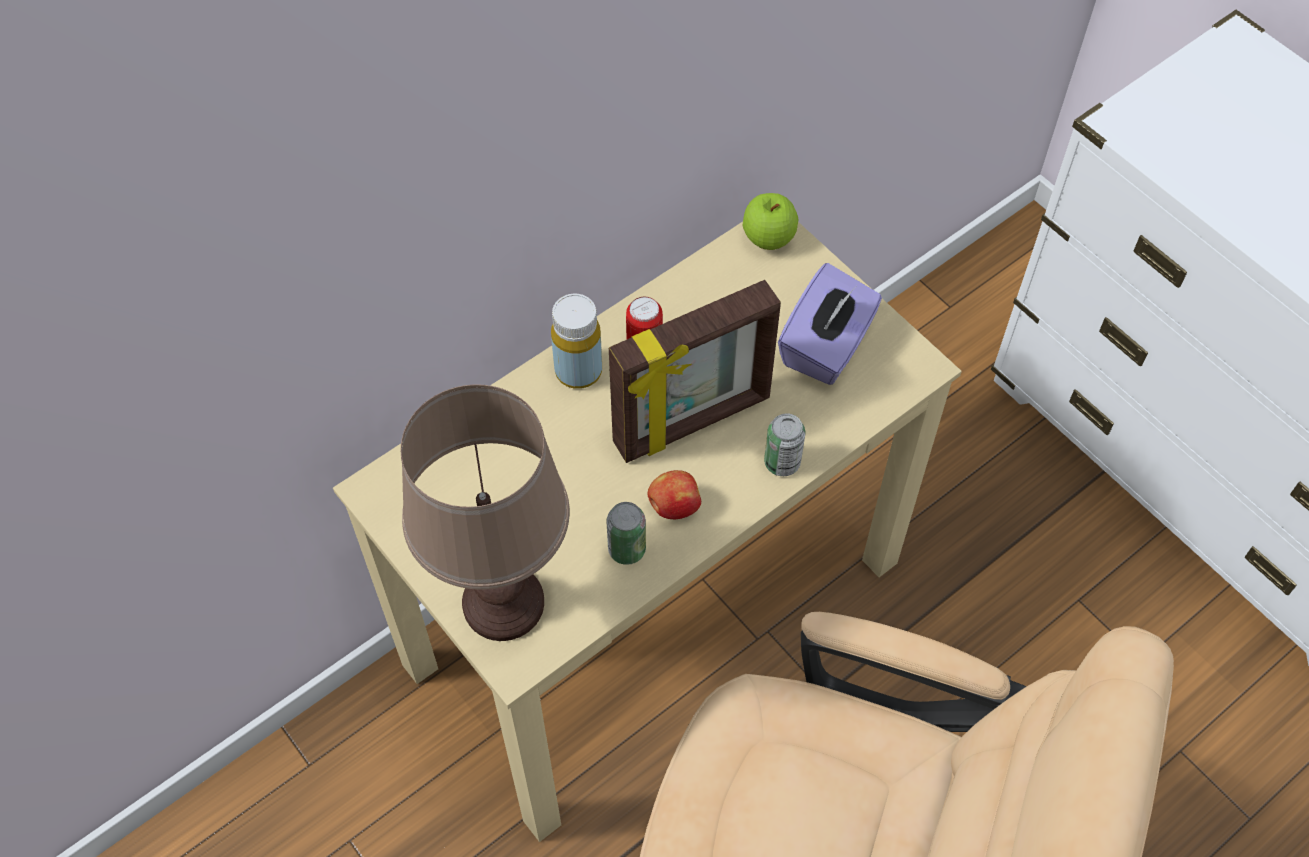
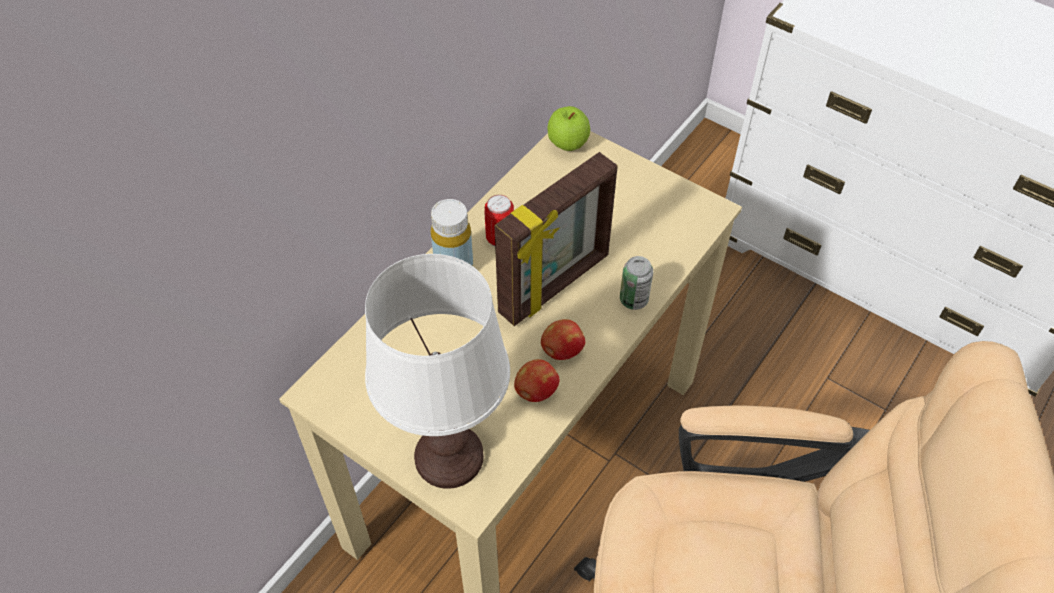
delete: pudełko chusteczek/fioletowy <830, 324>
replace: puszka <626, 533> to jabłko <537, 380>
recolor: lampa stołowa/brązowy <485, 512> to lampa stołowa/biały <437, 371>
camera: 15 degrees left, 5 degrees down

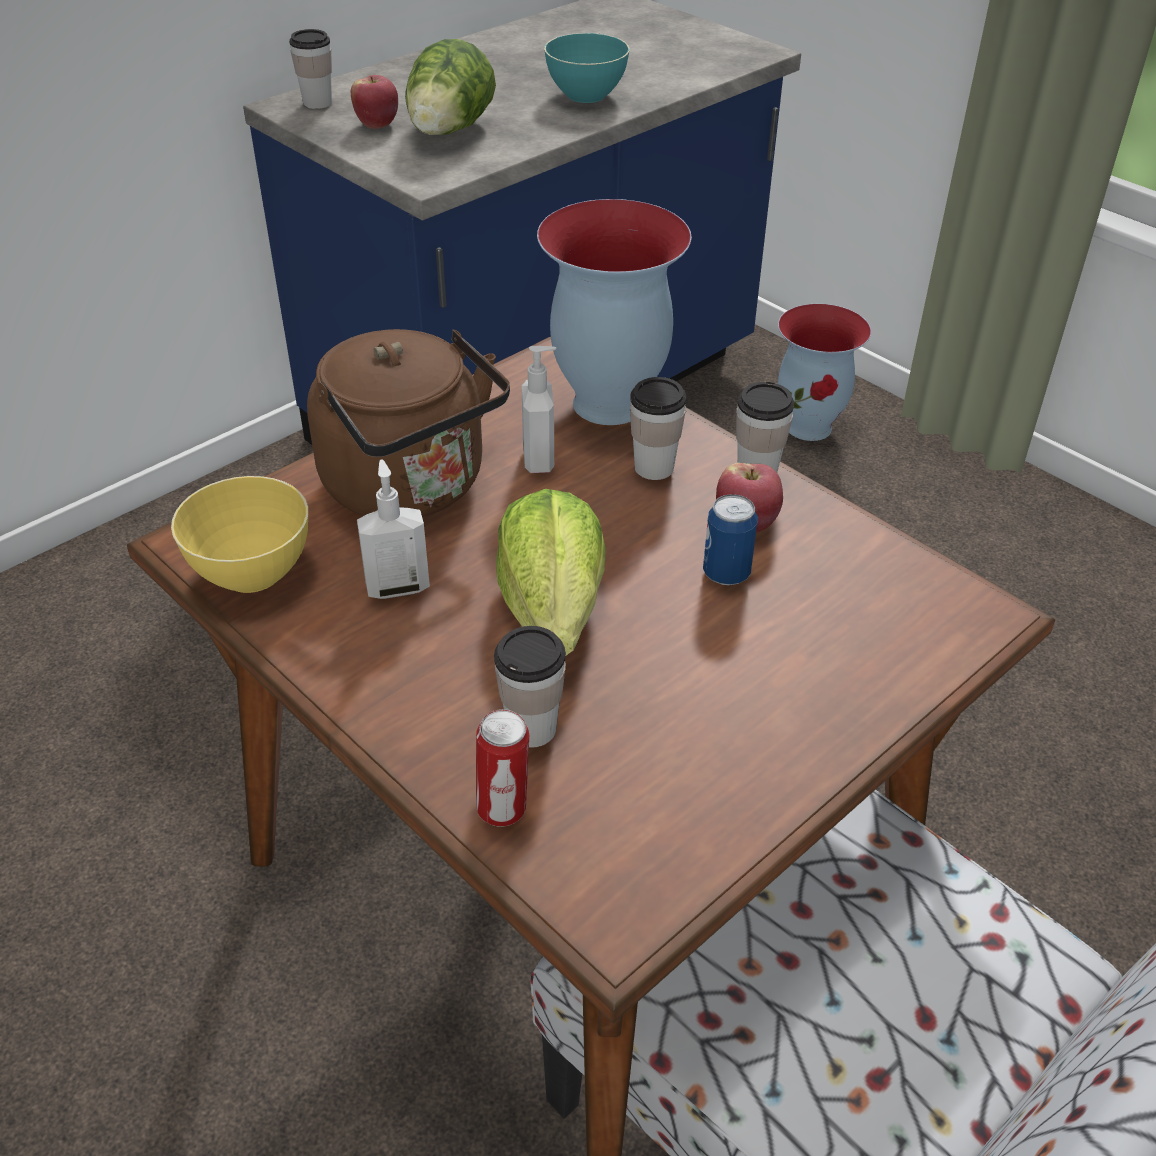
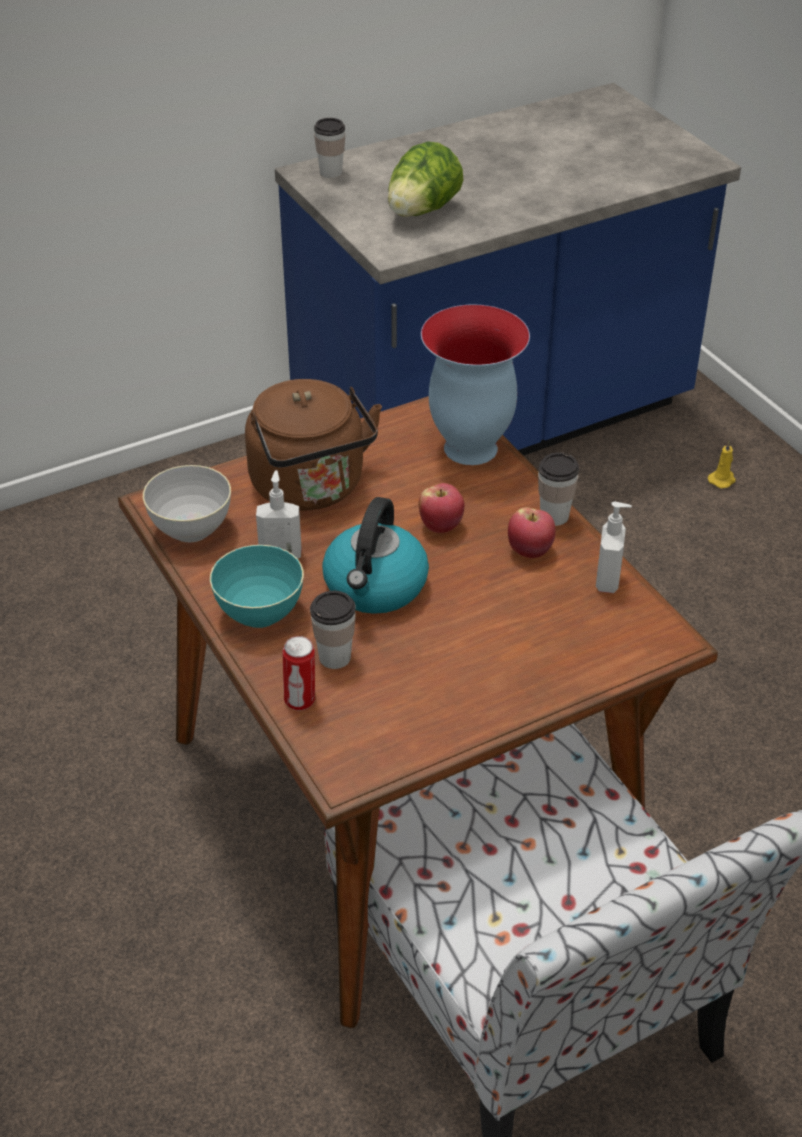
delete: filiżanka <658, 428>; puszka <730, 539>
move: miska/turkusowy <587, 68> to <257, 586>; jabłko <374, 102> to <441, 508>; dozownik mydła <539, 409> to <614, 547>
replace: wazon <824, 372> to świeca/żółty <722, 464>; sałata <551, 572> to czajnik <375, 555>
recolor: miska/żółty <239, 534> to miska/szary <187, 503>
camera: 15 degrees right, 0 degrees up

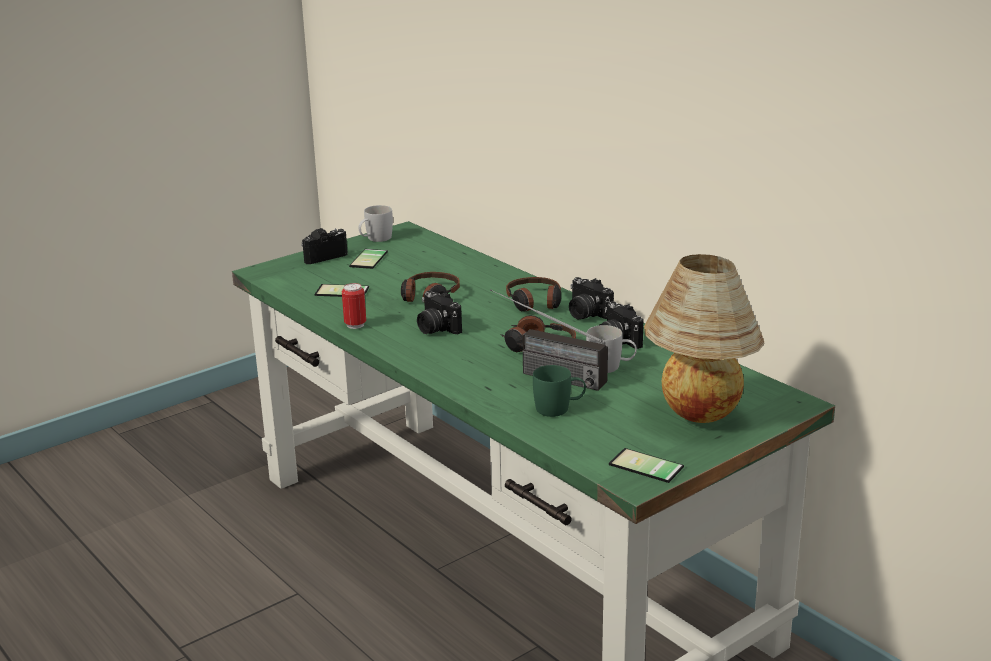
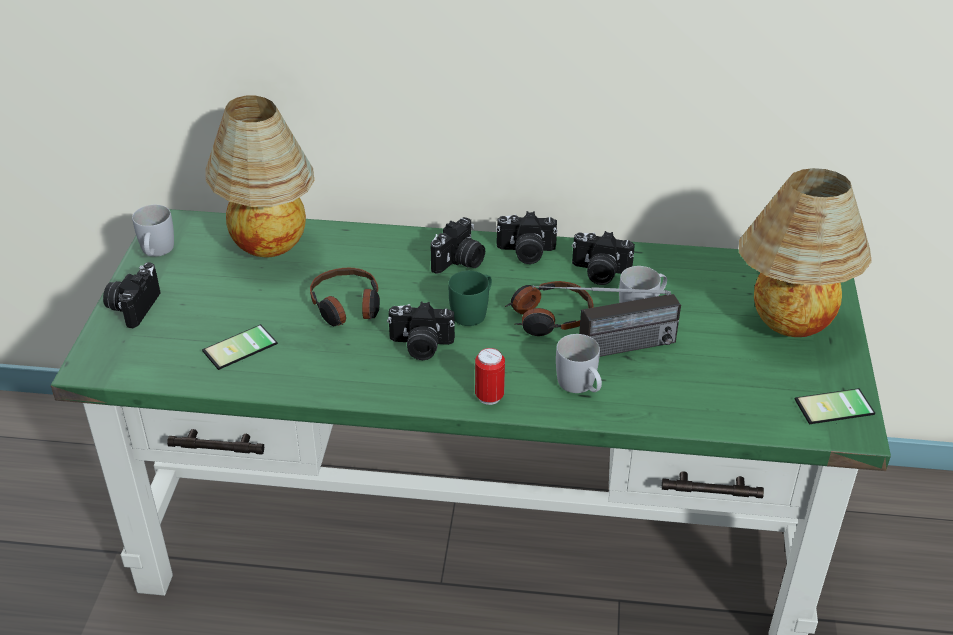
delete: telefon <368, 259>
insert: lampa stołowa <260, 176>; kubek/biały <579, 363>
move: puszka <354, 306> to <490, 376>; kubek/zielony <559, 391> to <470, 298>
replace: słuchawki <533, 294> to aparat fotograficzny <458, 245>
camera: 45 degrees left, 15 degrees up

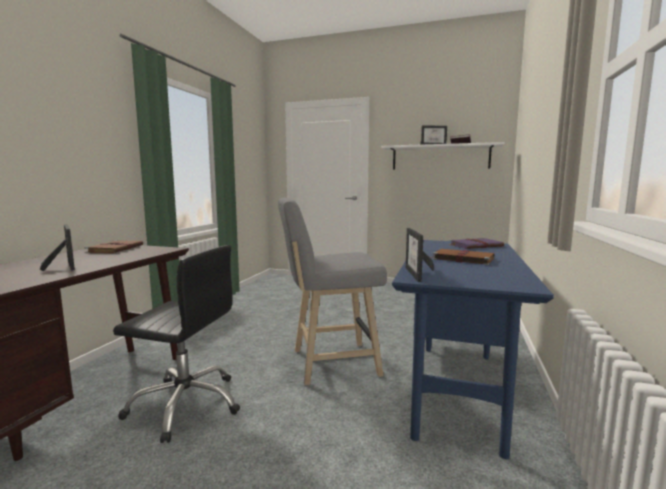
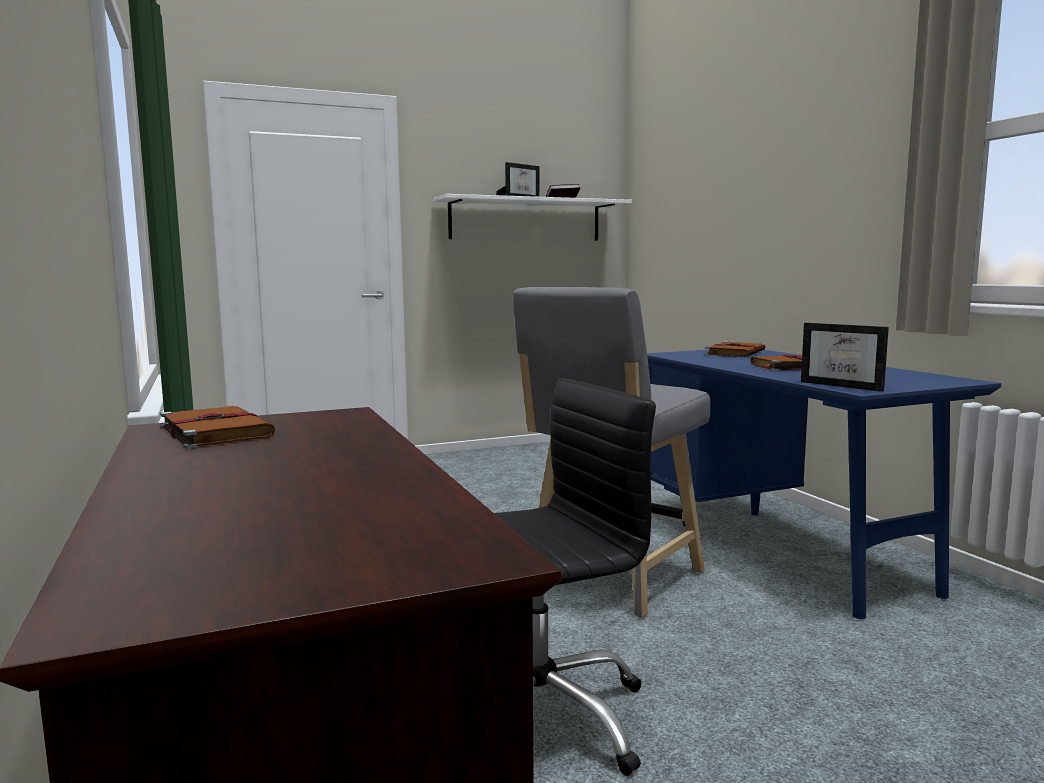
delete: ramka na zdjęcie <57, 247>
recolor: książka/fioletowy <476, 243> to książka/brązowy <735, 349>
camera: 40 degrees left, 0 degrees up

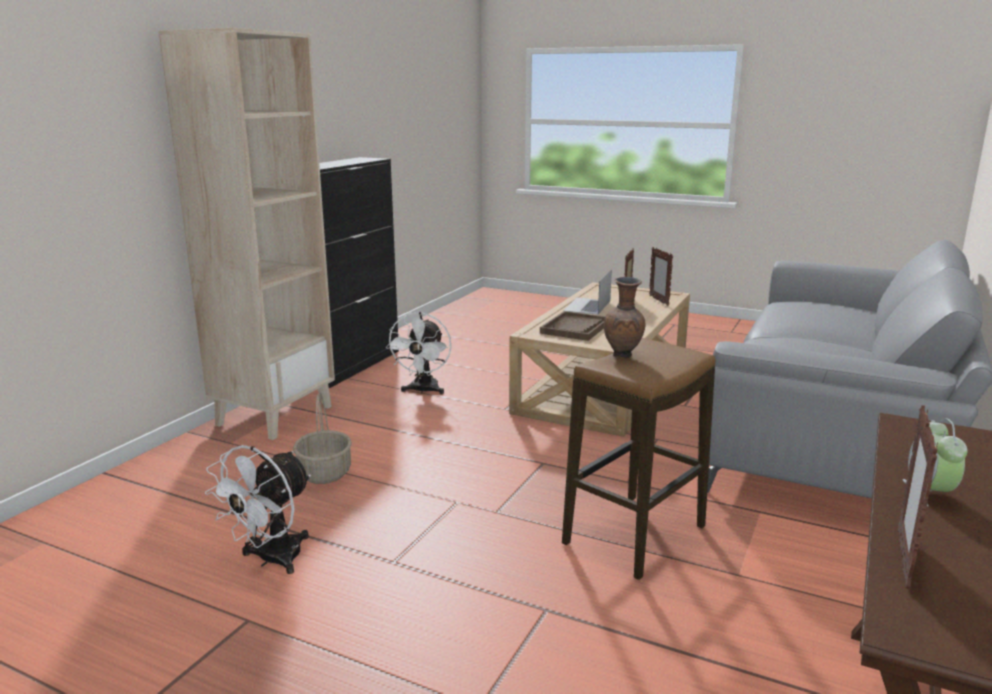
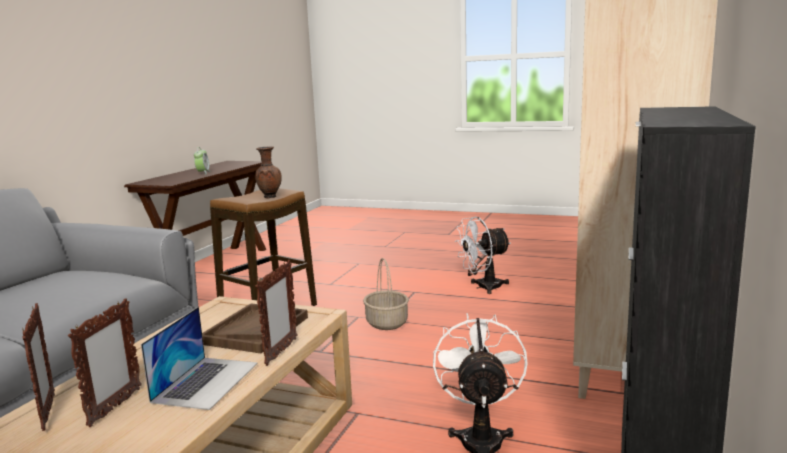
move: koszyk <322, 438> to <386, 294>; ramka na zdjęcie <918, 497> to <277, 313>
rotate: wentylator/biały <258, 509> = <483, 255> 135 degrees counterclockwise
camera: 175 degrees right, 5 degrees down

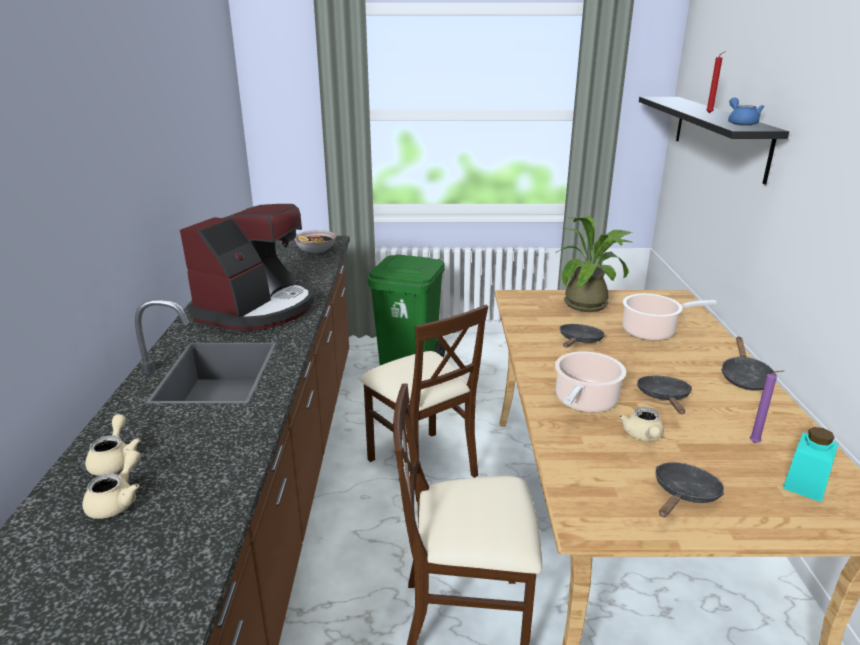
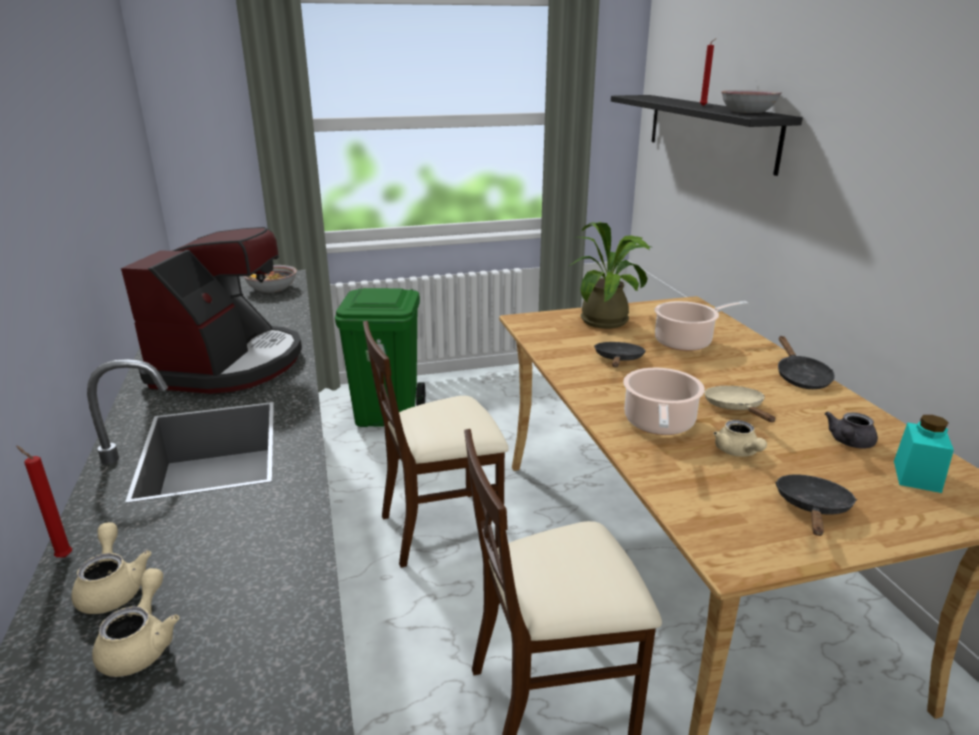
insert: świeca/czerwony <44, 502>
replace: imbryk/niebieski <746, 111> to miska <751, 101>; świeca/fioletowy <767, 406> to imbryk/szary <851, 430>
recolor: patelnia/czarny <664, 395> to patelnia/beżowy <739, 404>
rotate: krzesło/beżowy <424, 403> = <436, 444> 120 degrees clockwise
camera: 15 degrees left, 0 degrees up

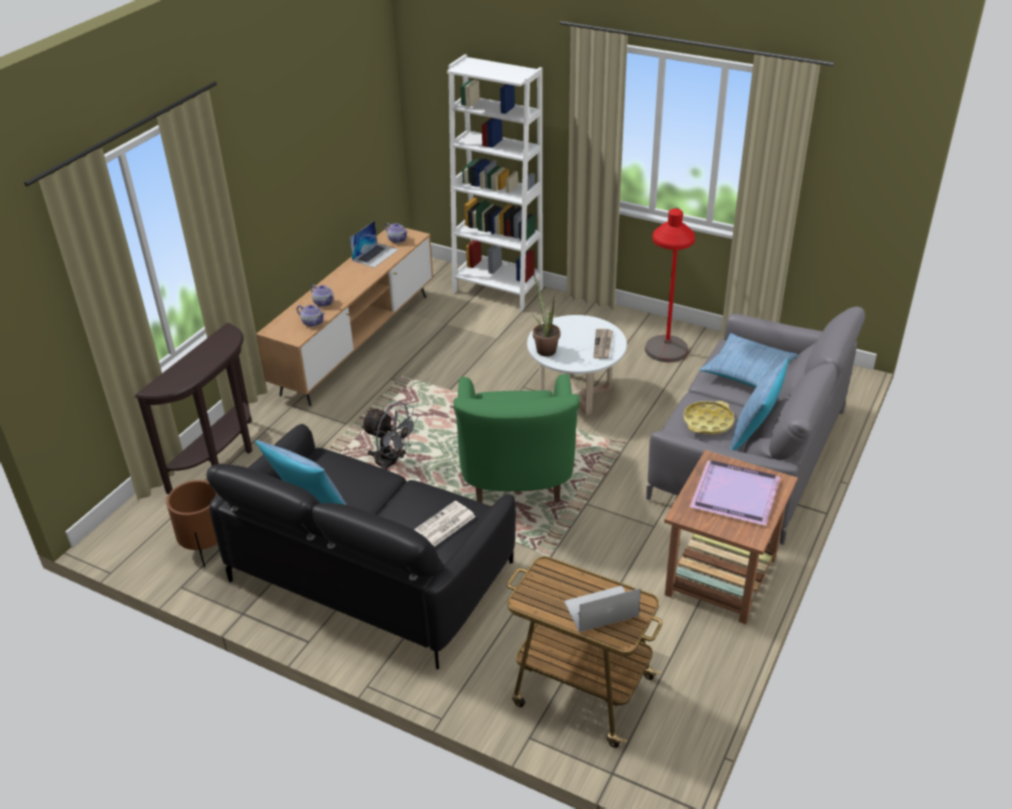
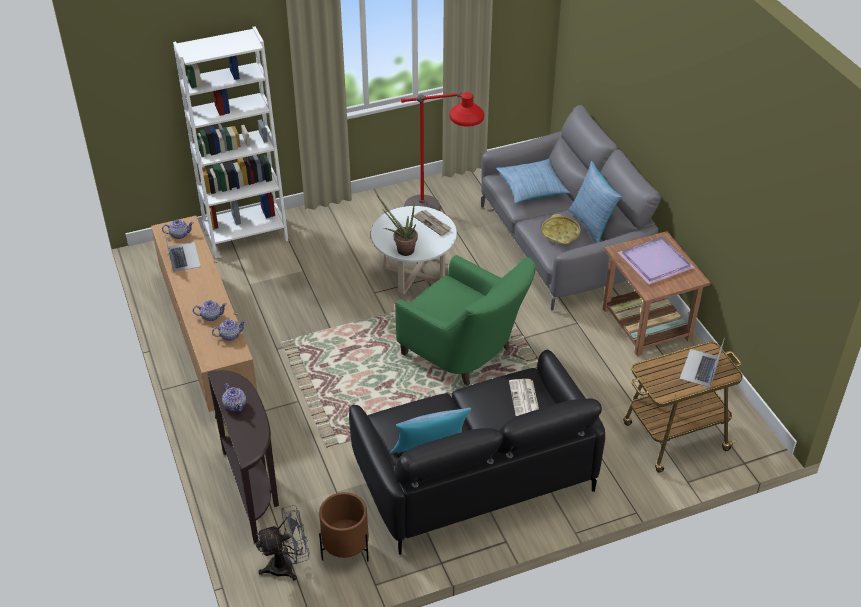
insert: imbryk <234, 397>
move: wentylator/szary <389, 436> to <283, 542>
camera: 50 degrees left, 5 degrees up

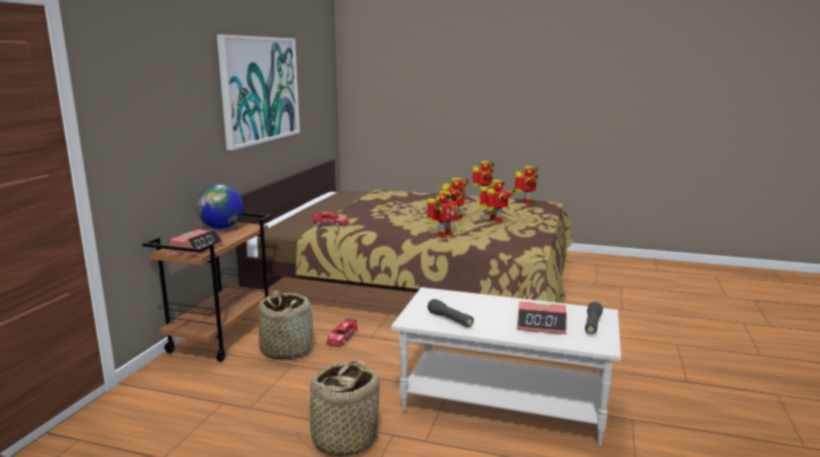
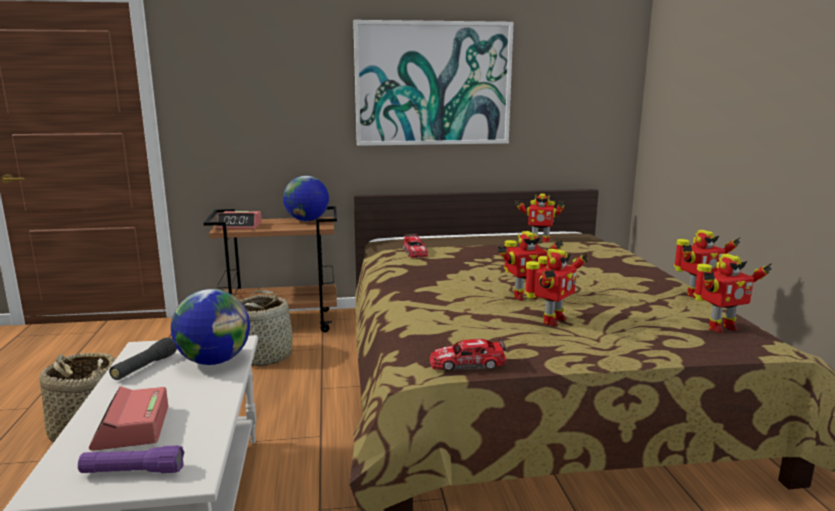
insert: globus <210, 327>
move: robot zabawkowy <446, 214> to <540, 218>; samochodzik <341, 332> to <468, 355>
recolor: latarka/czarny <594, 318> to latarka/fioletowy <131, 459>
camera: 65 degrees right, 0 degrees up

